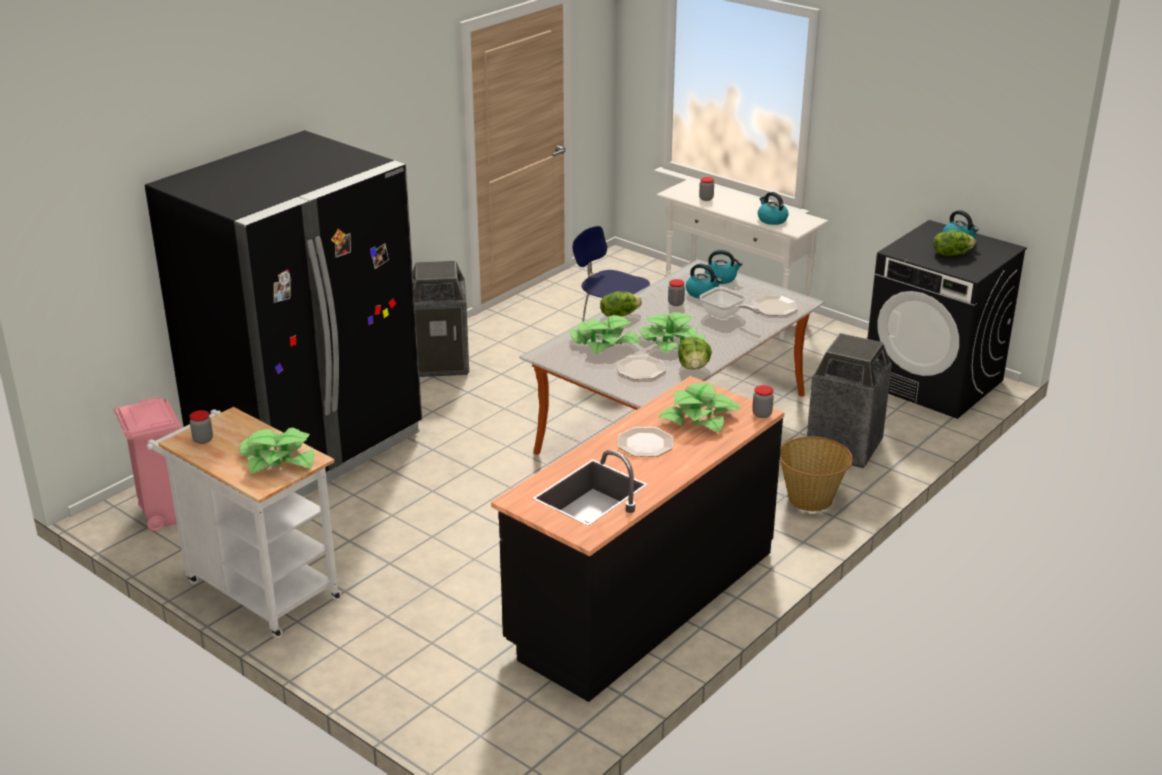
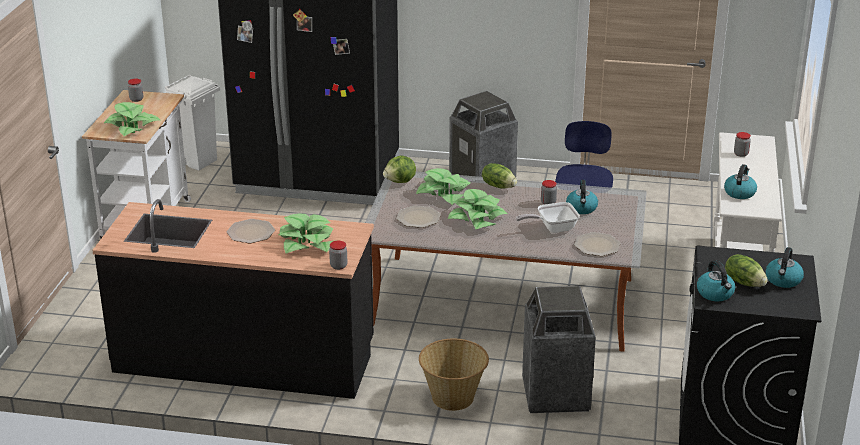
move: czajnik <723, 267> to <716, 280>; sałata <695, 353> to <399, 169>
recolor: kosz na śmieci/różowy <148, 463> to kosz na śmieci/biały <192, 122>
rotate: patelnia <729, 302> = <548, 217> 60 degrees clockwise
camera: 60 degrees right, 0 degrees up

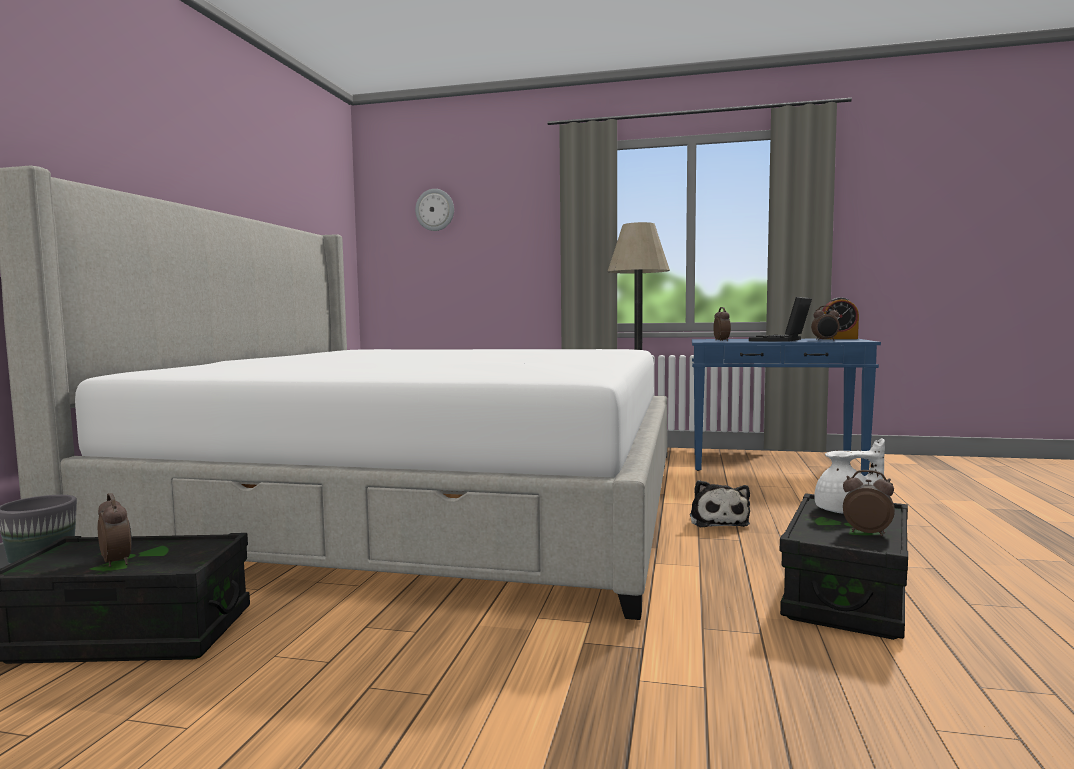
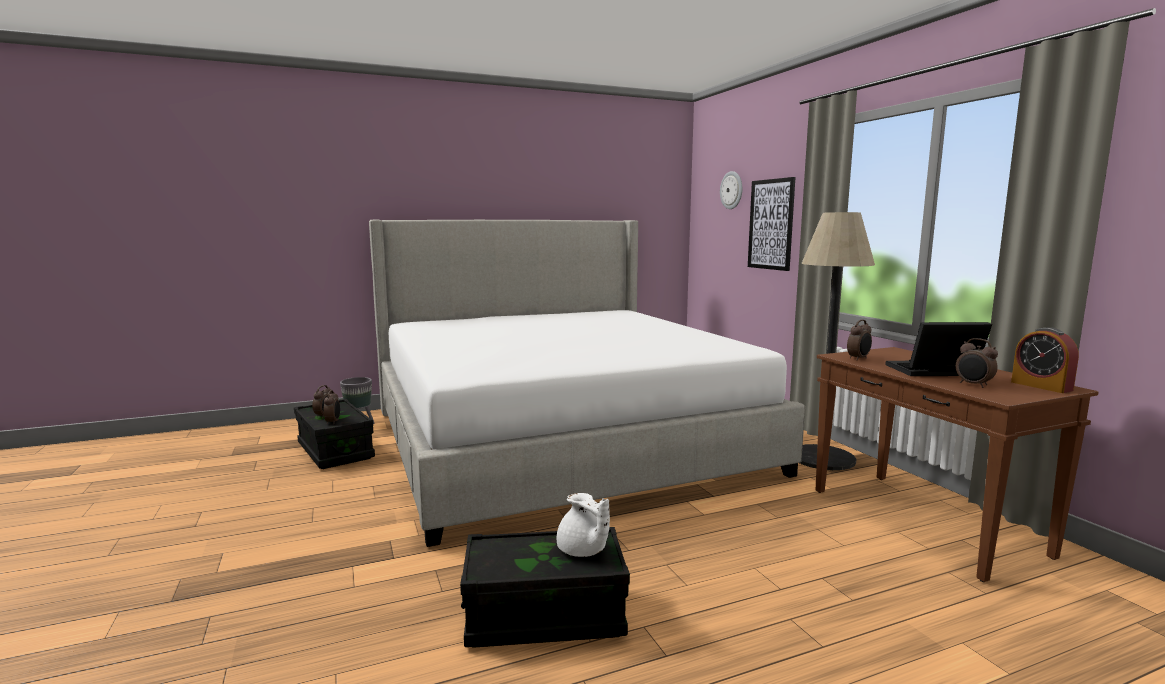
delete: pluszak <720, 503>
insert: obraz <771, 224>
move: budzik <869, 503> to <332, 407>
recolor: stolik konsolowy/niebieski <786, 407> to stolik konsolowy/brązowy <957, 464>
camera: 55 degrees right, 5 degrees up

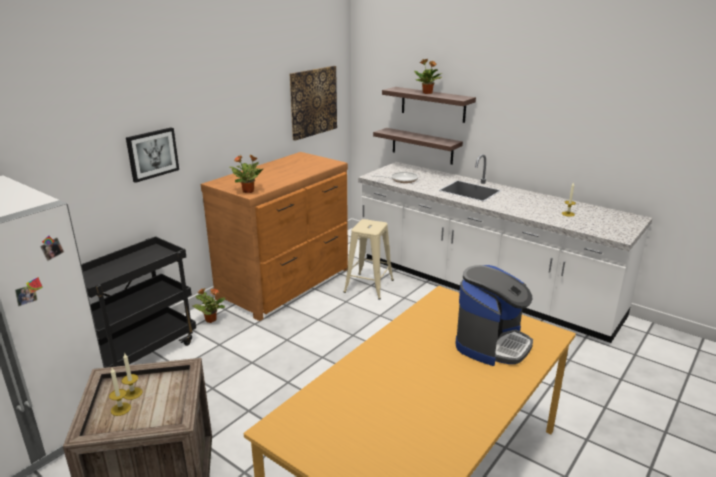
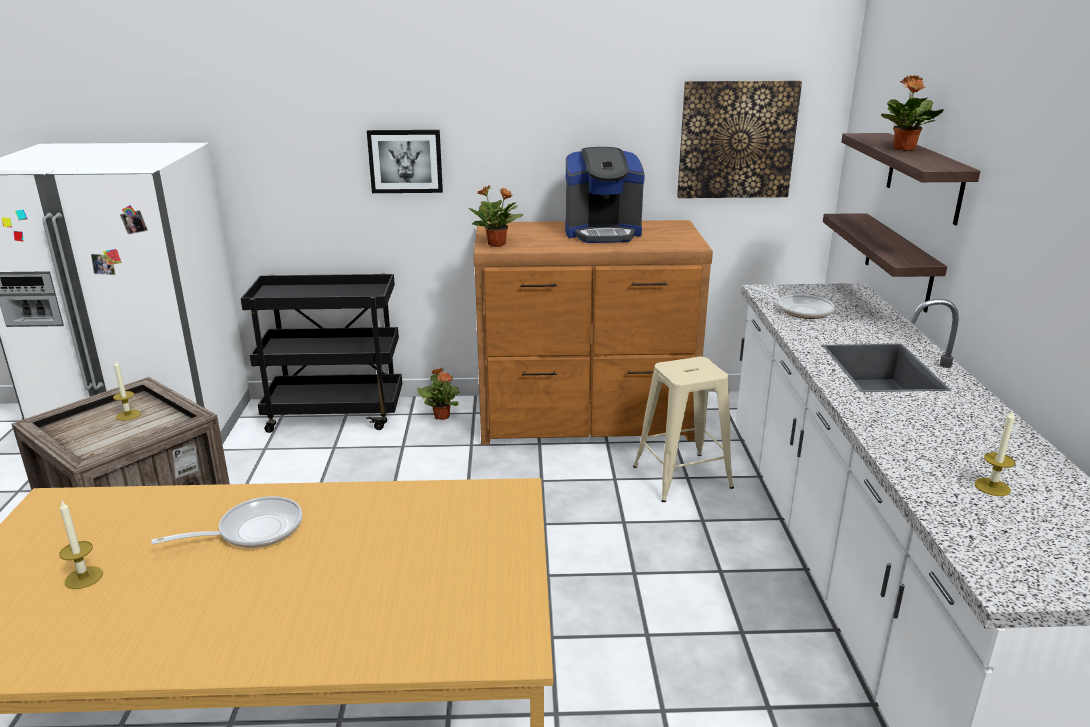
insert: patelnia <226, 522>
move: ekspres do kawy <494, 315> to <605, 195>; świeca <120, 392> to <81, 544>
camera: 50 degrees right, 0 degrees up

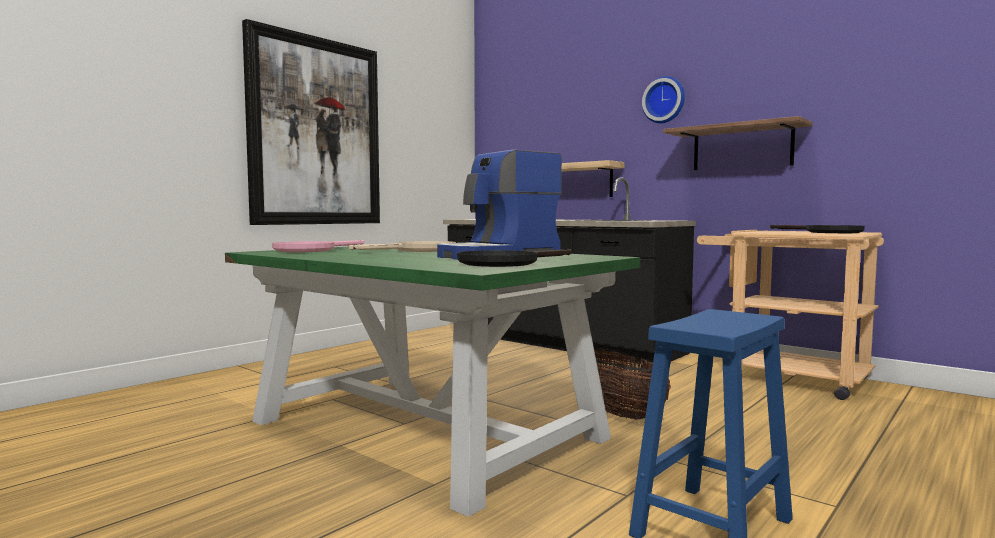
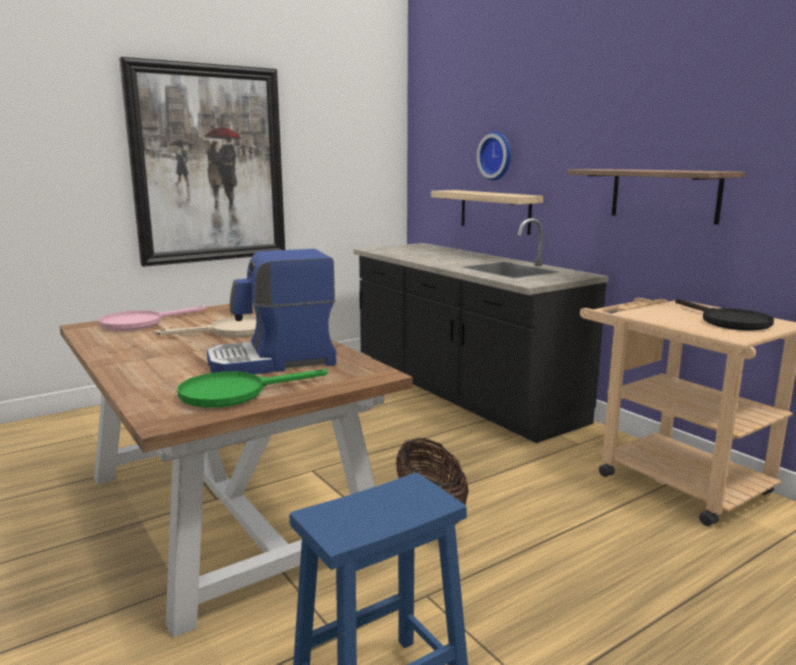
move: zegar ścienny <663, 99> to <494, 155>
recolor: stół jadalny/zielony <432, 382> to stół jadalny/brązowy <236, 470>; patelnia/czarny <514, 258> to patelnia/zielony <252, 388>
camera: 15 degrees right, 10 degrees up

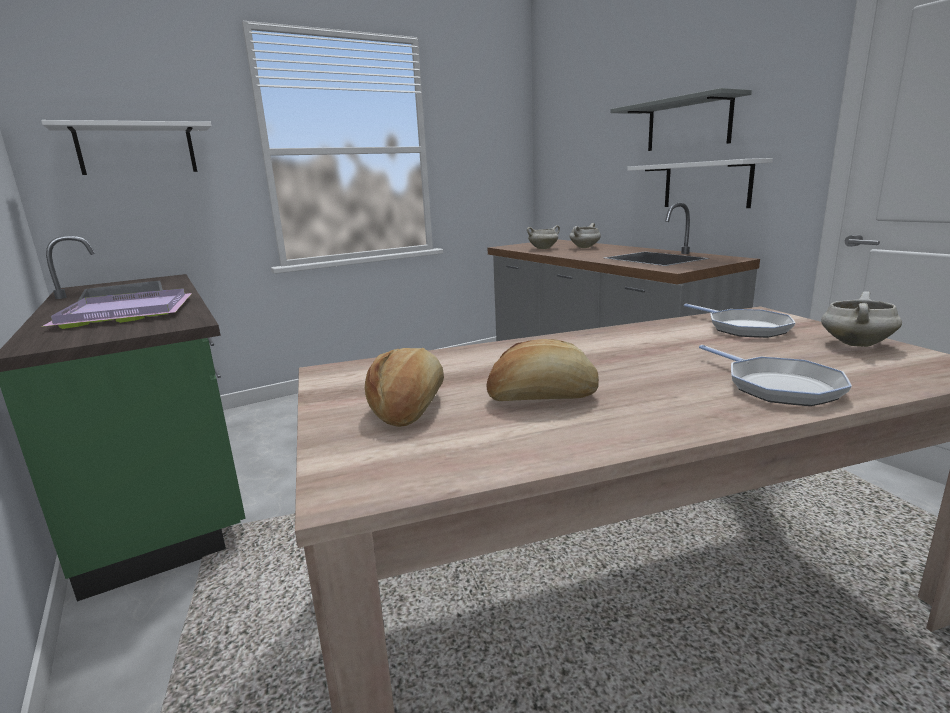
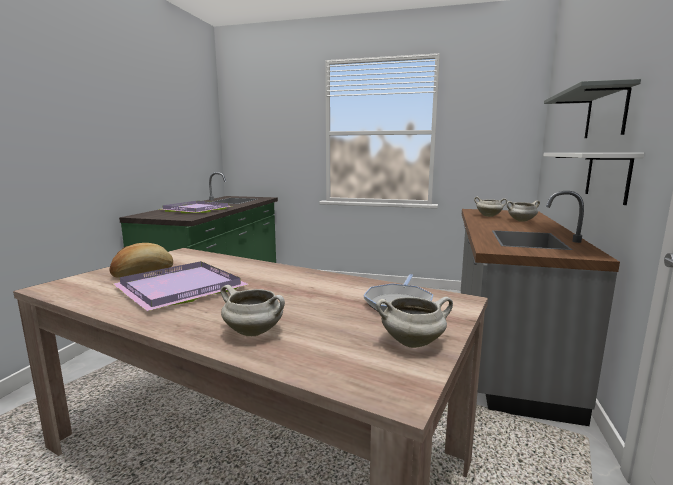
delete: półka/biały <126, 147>
replace: chleb <542, 370> to taca/fioletowy <181, 286>; patelnia <775, 375> to garnek/biały <253, 310>
camera: 45 degrees right, 5 degrees down

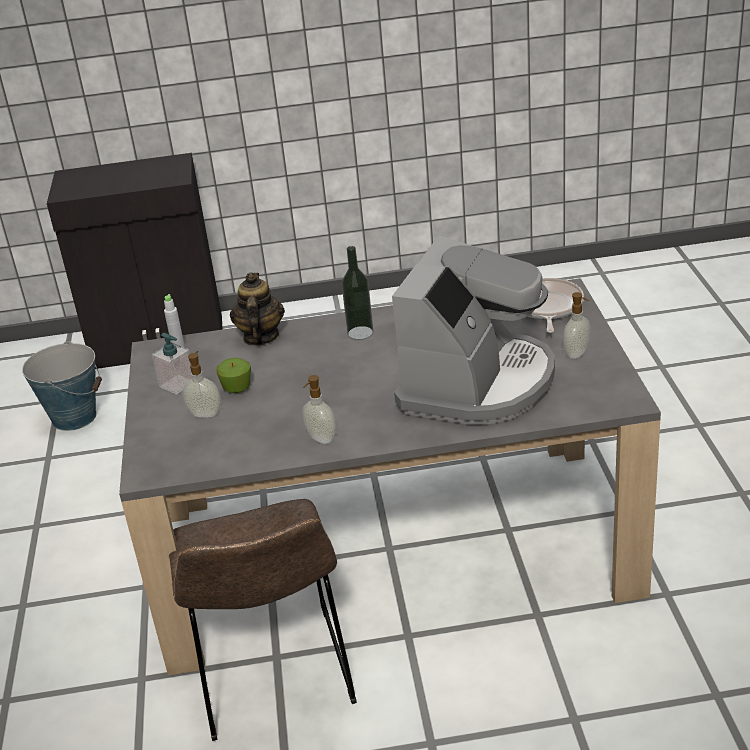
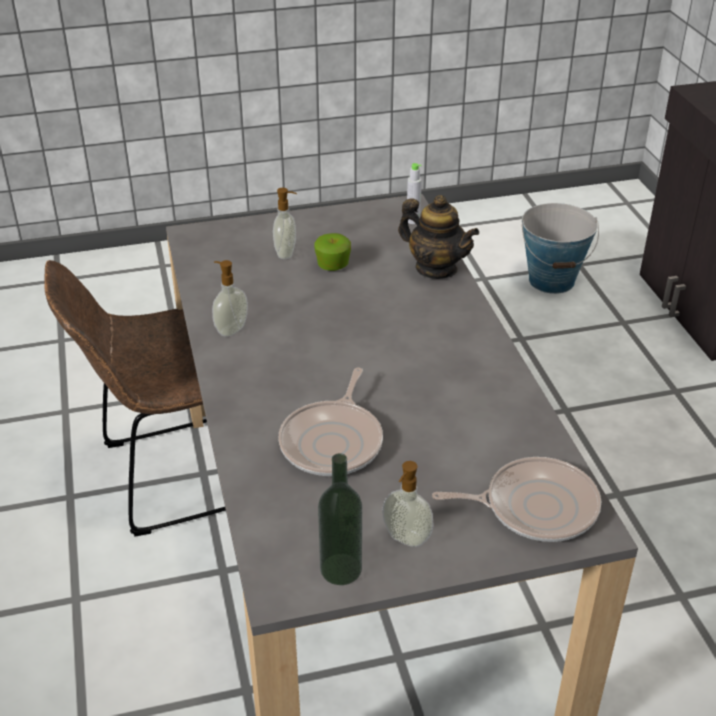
delete: dozownik mydła <172, 364>
move: butelka <357, 293> to <340, 519>
replace: ekspres do kawy <473, 330> to patelnia <330, 421>
rotate: imbryk <257, 309> = <438, 237> 45 degrees clockwise
camera: 80 degrees right, 5 degrees up

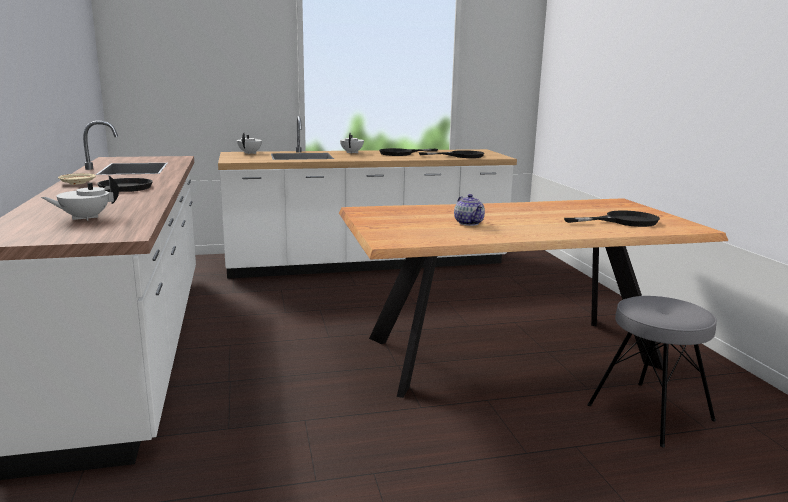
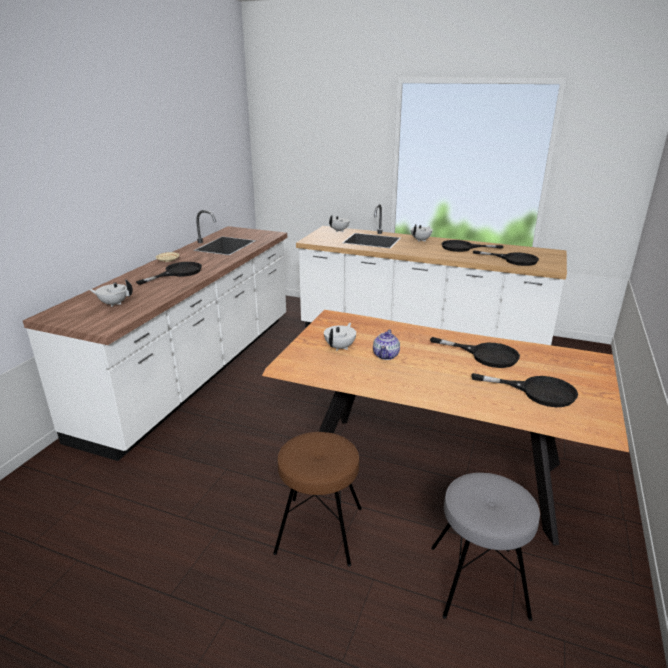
insert: imbryk/biały <340, 337>; patelnia/czarny <475, 352>; stołek/brązowy <317, 499>
camera: 35 degrees right, 10 degrees up

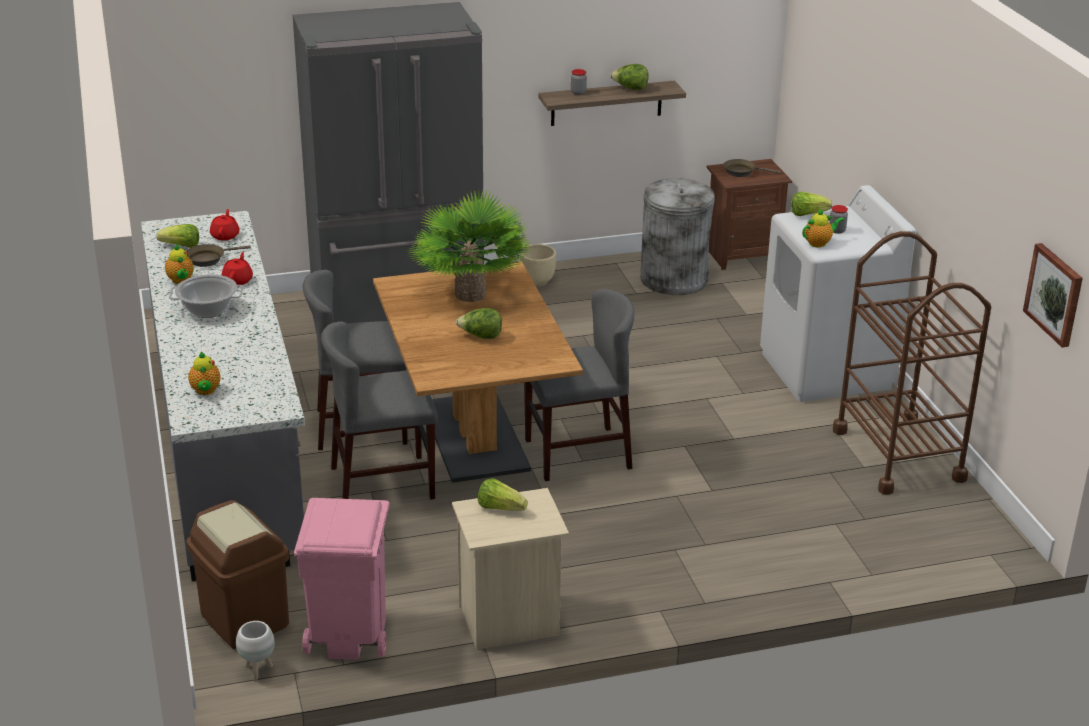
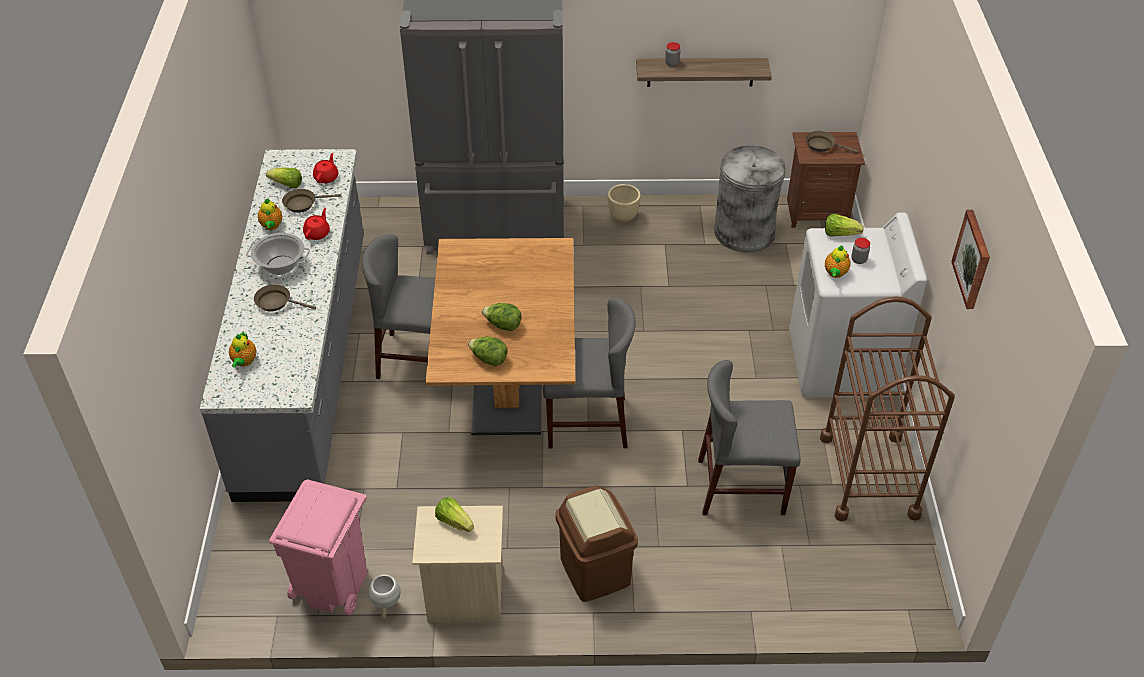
delete: roślina doniczkowa <468, 246>
insert: patelnia/brązowy <285, 298>
move: sałata <629, 77> to <488, 351>; obraz <1053, 295> to <970, 259>; krzesło/szary <379, 410> to <749, 437>; kosz na śmieci/brązowy <238, 574> to <597, 544>; donica/biały <255, 650> to <385, 596>
rotate: imbryk <823, 228> = <838, 261> 120 degrees clockwise
camera: 15 degrees right, 15 degrees up

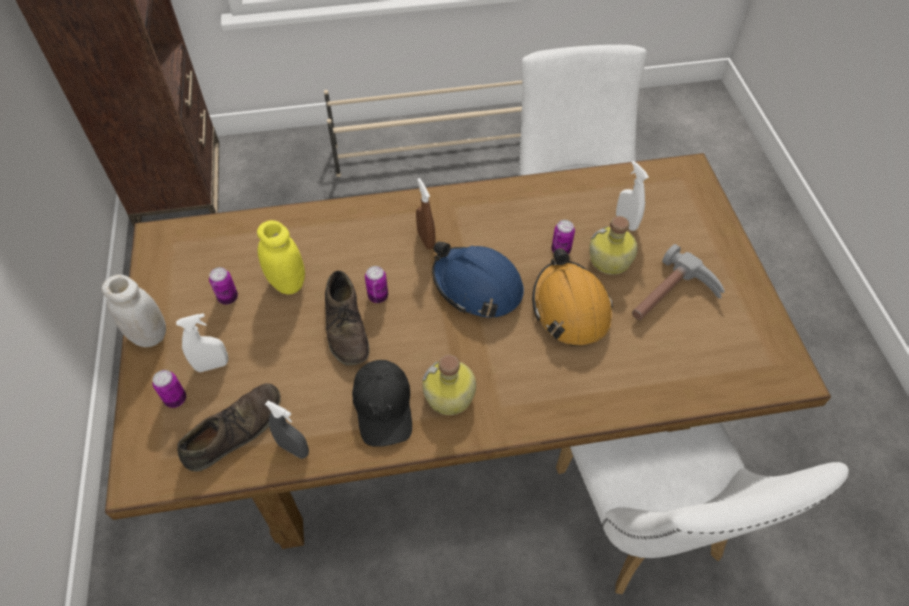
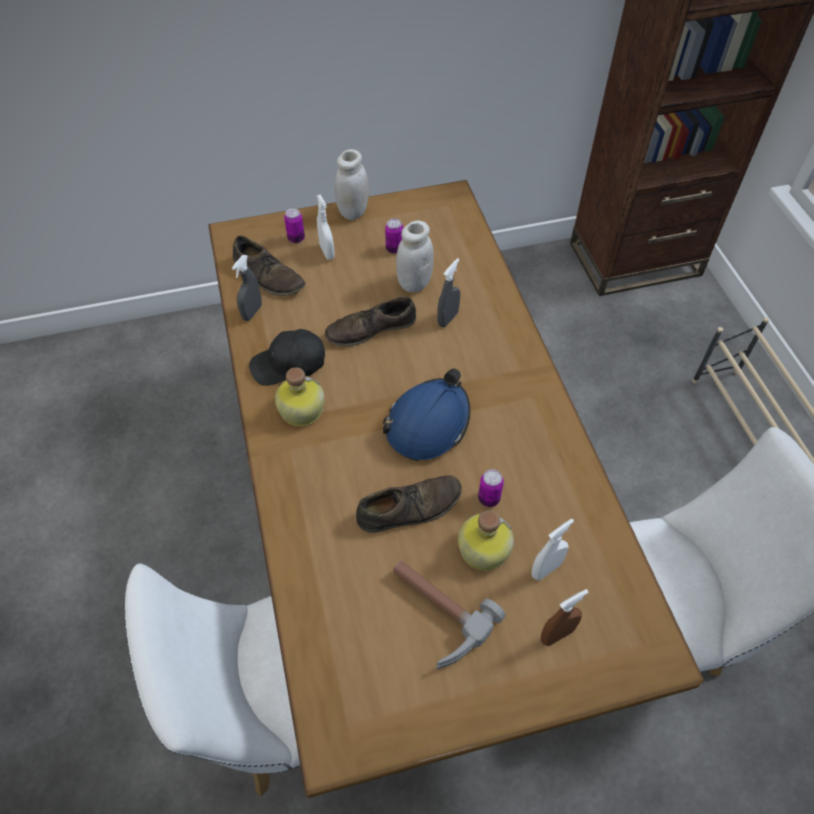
delete: puszka <376, 284>
insert: spryskiwacz/szary <448, 292>
move: spryskiwacz/brązowy <425, 213> to <565, 617>
replace: kask/pomarańczowy <572, 297> to but/brązowy <409, 504>
recolor: słoik/żółty <281, 257> to słoik/biały <415, 256>
camera: 85 degrees right, 0 degrees up

